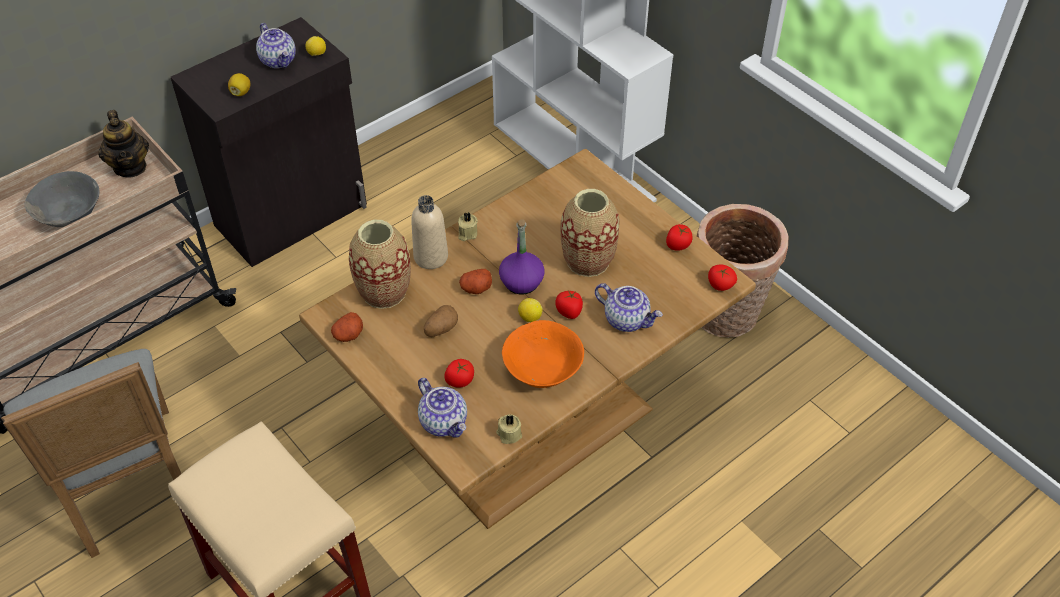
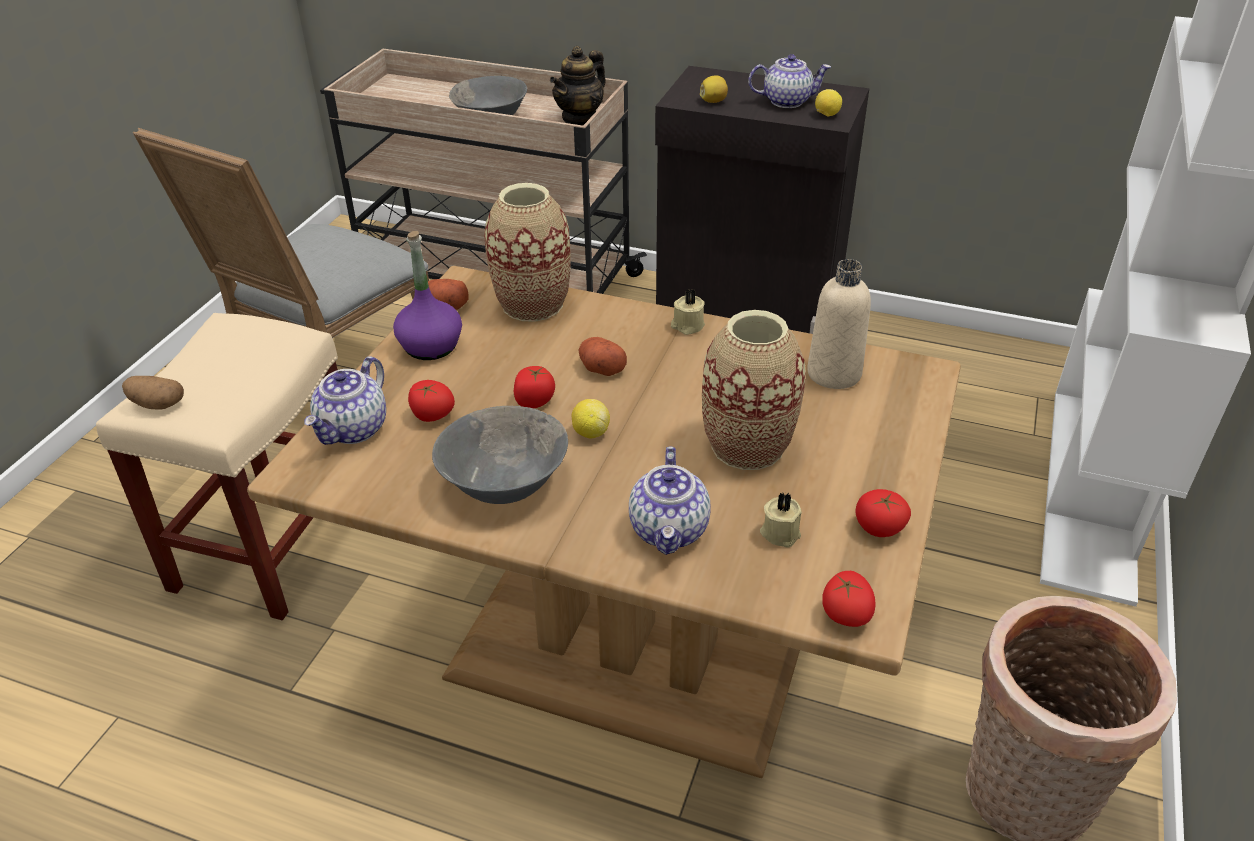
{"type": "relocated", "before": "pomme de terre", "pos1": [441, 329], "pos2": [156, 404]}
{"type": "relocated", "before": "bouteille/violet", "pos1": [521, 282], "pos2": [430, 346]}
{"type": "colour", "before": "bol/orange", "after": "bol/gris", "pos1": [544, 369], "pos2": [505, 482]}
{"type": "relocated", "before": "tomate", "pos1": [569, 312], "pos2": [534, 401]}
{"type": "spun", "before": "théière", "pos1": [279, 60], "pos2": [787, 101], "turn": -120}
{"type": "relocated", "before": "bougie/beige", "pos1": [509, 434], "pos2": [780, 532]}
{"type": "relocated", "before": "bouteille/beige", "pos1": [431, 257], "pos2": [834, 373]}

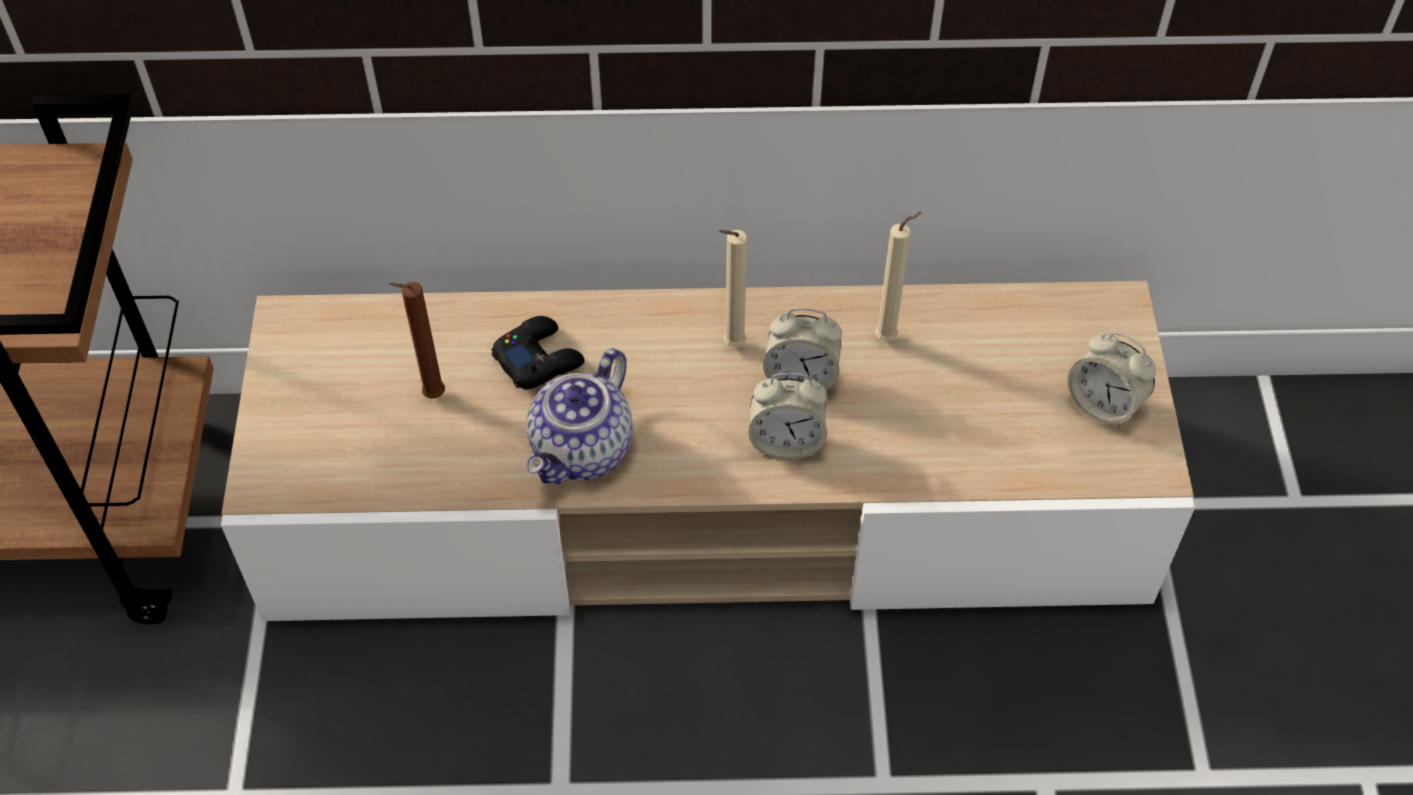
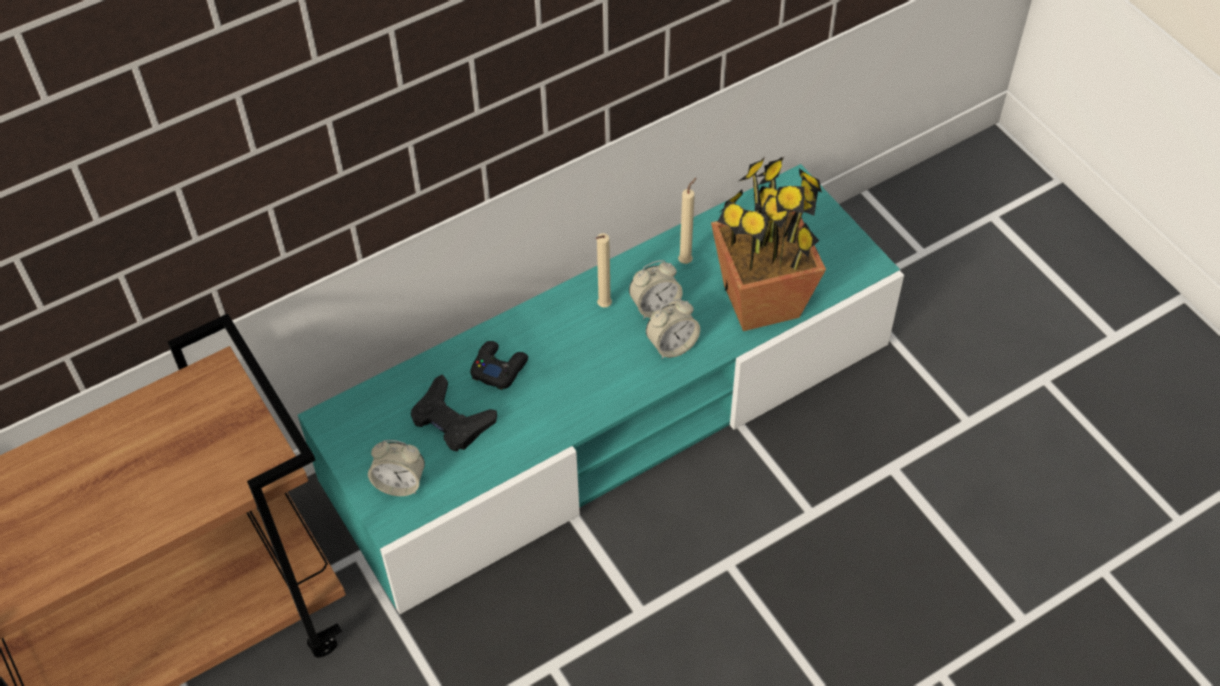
{"type": "colour", "before": "meuble télé/beige", "after": "meuble télé/turquoise", "pos1": [706, 506], "pos2": [611, 415]}
{"type": "relocated", "before": "réveil", "pos1": [1103, 405], "pos2": [400, 483]}
{"type": "exchanged", "before": "bougie/marron", "after": "manette/noir", "pos1": [430, 396], "pos2": [451, 420]}
{"type": "appeared", "after": "plante en pot", "pos2": [761, 300]}
{"type": "missing", "before": "théière", "pos1": [583, 450]}

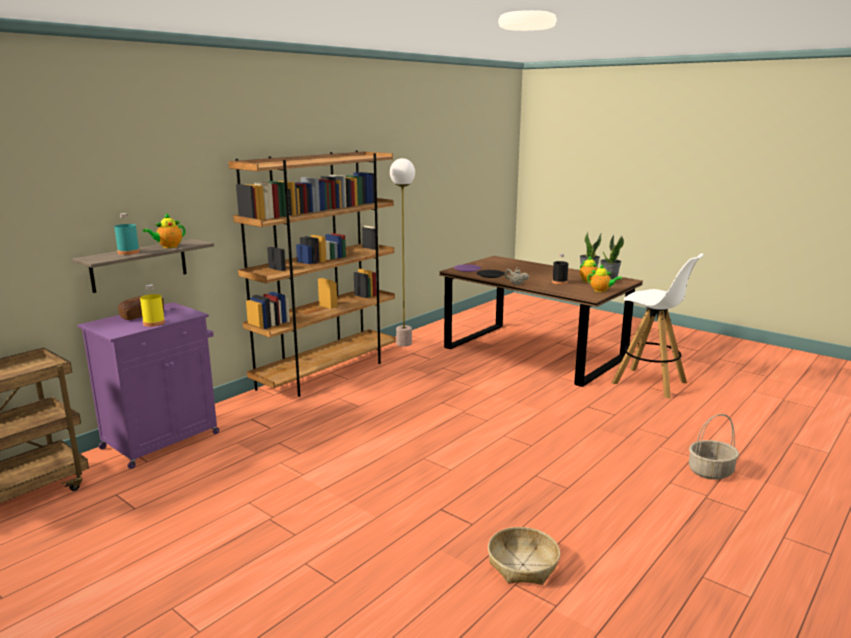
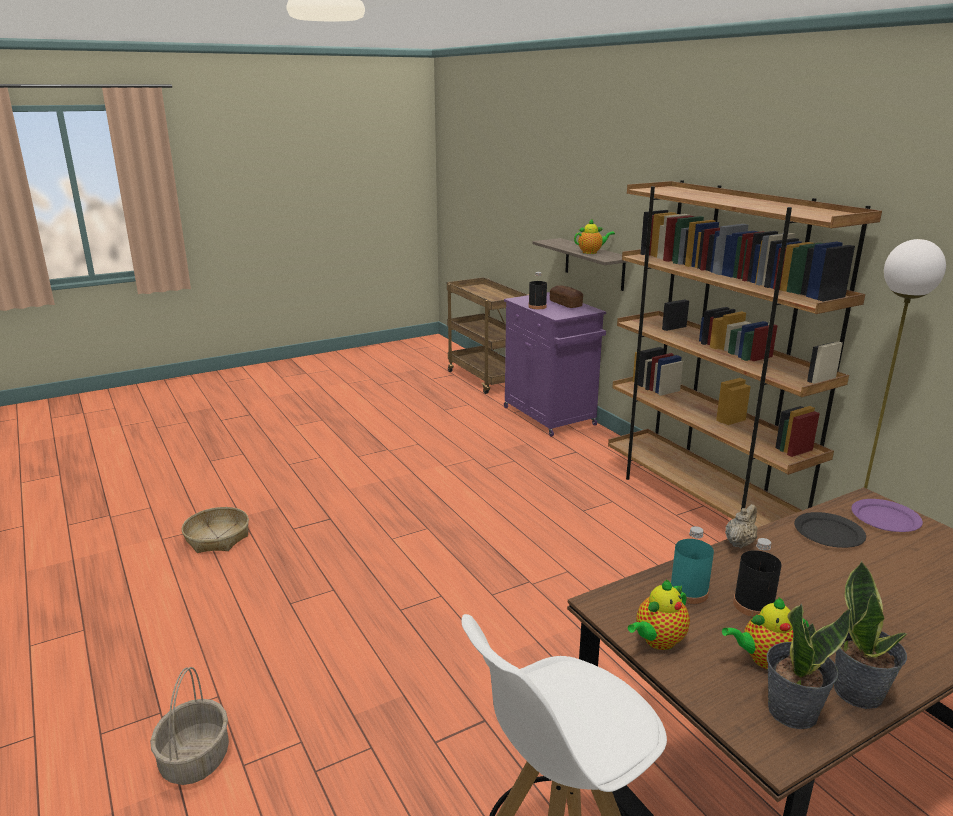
{"type": "colour", "before": "bouteille/jaune", "after": "bouteille/noir", "pos1": [154, 323], "pos2": [537, 307]}
{"type": "spun", "before": "théière", "pos1": [168, 247], "pos2": [591, 252], "turn": 105}
{"type": "relocated", "before": "bouteille/turquoise", "pos1": [128, 252], "pos2": [688, 592]}

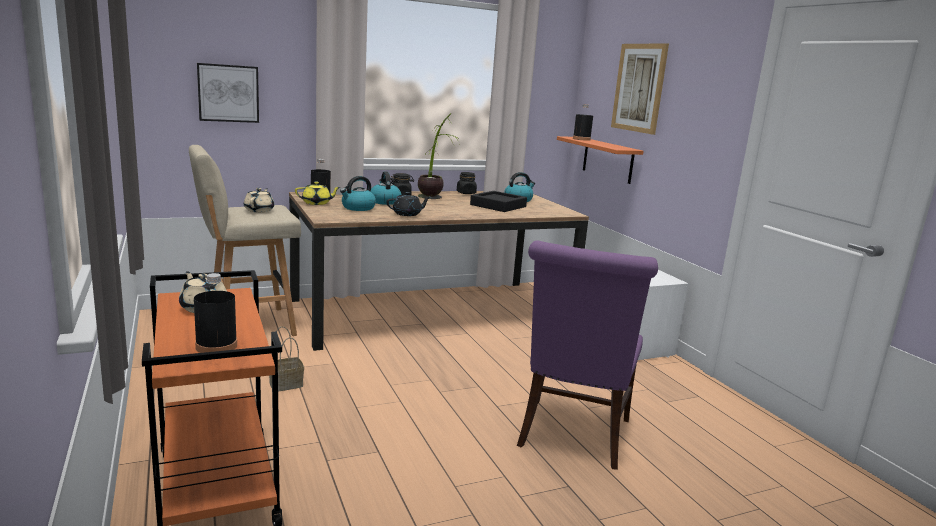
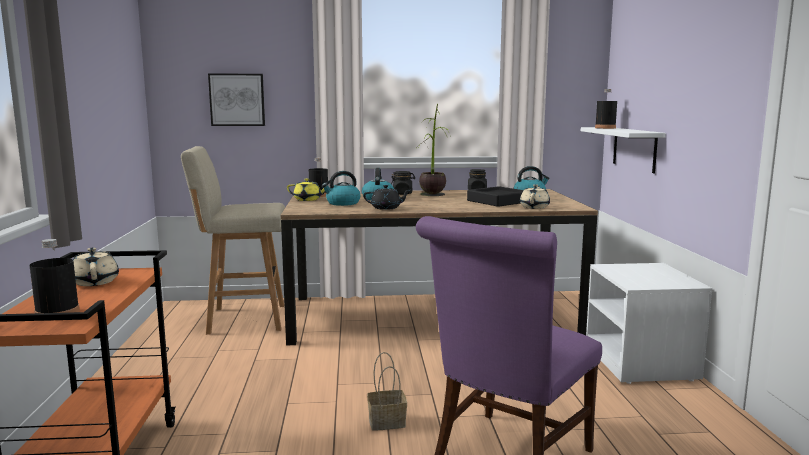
{"type": "relocated", "before": "panier", "pos1": [285, 385], "pos2": [385, 423]}
{"type": "relocated", "before": "théière/beige", "pos1": [259, 210], "pos2": [534, 207]}
{"type": "colour", "before": "étagère/orange", "after": "étagère/blanc", "pos1": [607, 160], "pos2": [634, 149]}
{"type": "missing", "before": "tableau", "pos1": [639, 88]}

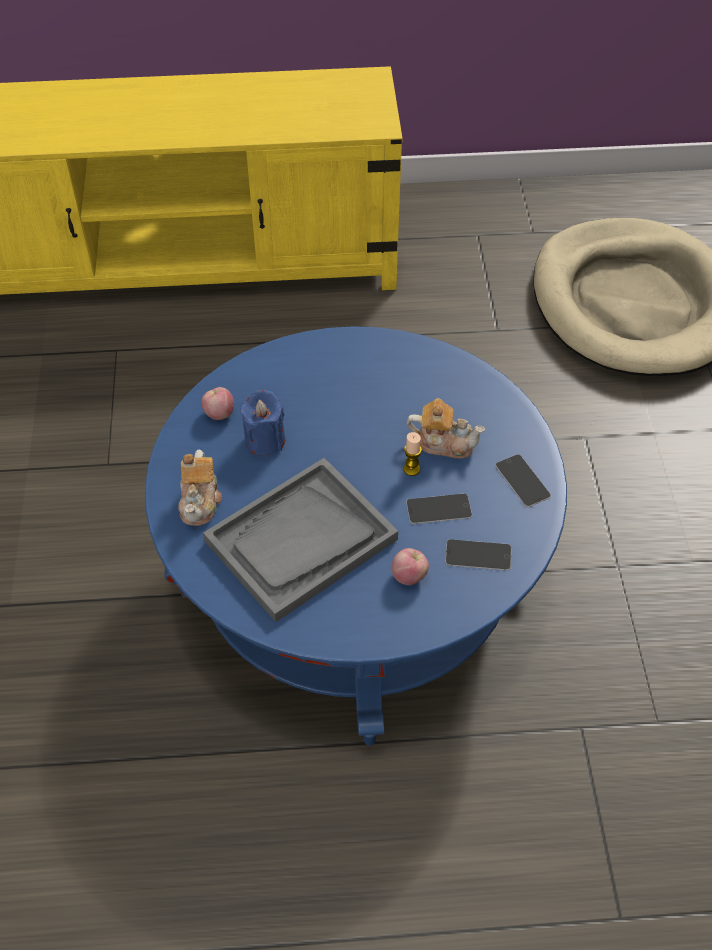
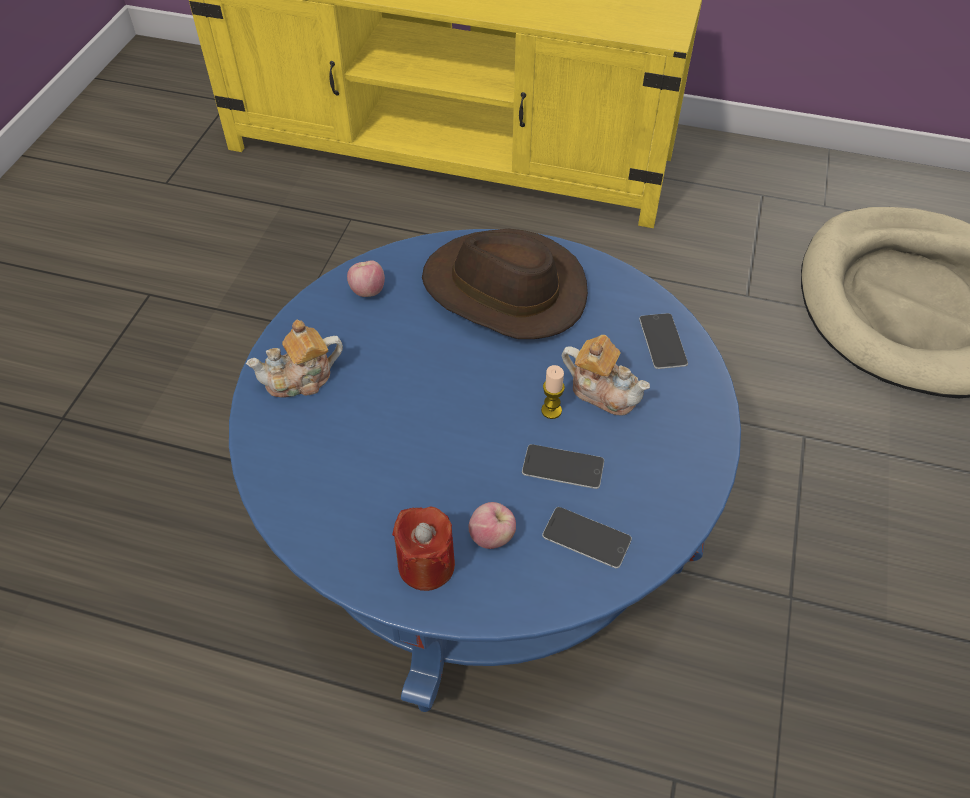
{"type": "spun", "before": "théière", "pos1": [200, 501], "pos2": [301, 379], "turn": 45}
{"type": "appeared", "after": "bougie/rouge", "pos2": [426, 565]}
{"type": "appeared", "after": "chapeau/marron", "pos2": [504, 291]}
{"type": "relocated", "before": "téléphone", "pos1": [522, 480], "pos2": [662, 341]}
{"type": "missing", "before": "plateau/gris", "pos1": [301, 541]}
{"type": "missing", "before": "bougie/bleu", "pos1": [265, 440]}

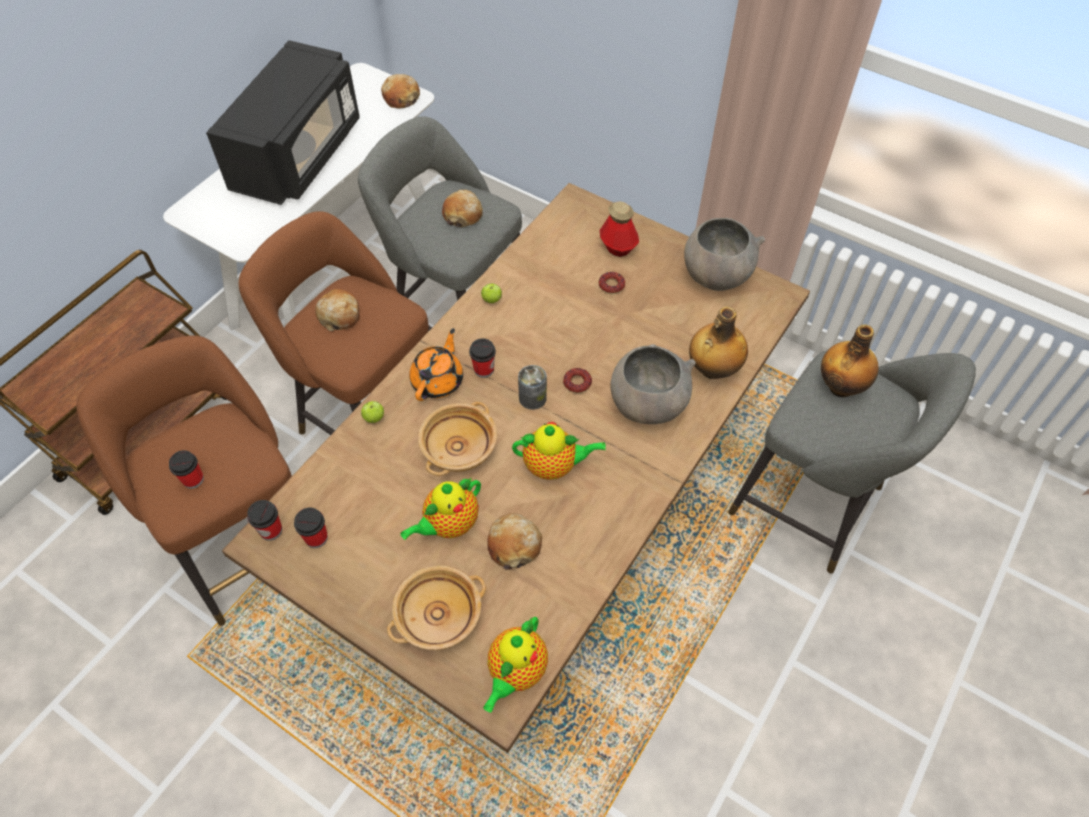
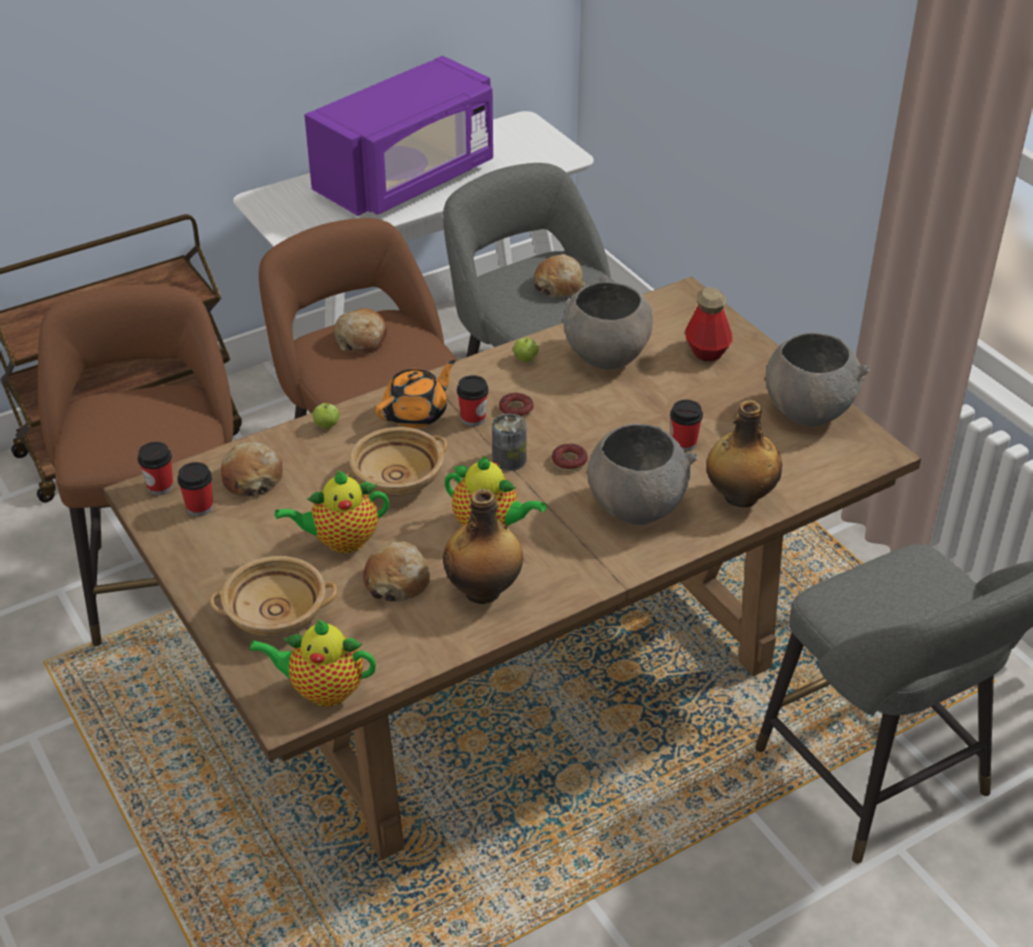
{"type": "relocated", "before": "pain", "pos1": [401, 98], "pos2": [252, 478]}
{"type": "spun", "before": "théière", "pos1": [516, 672], "pos2": [322, 690], "turn": 45}
{"type": "colour", "before": "micro-ondes/noir", "after": "micro-ondes/violet", "pos1": [299, 155], "pos2": [408, 179]}
{"type": "relocated", "before": "bouteille", "pos1": [841, 386], "pos2": [484, 591]}
{"type": "relocated", "before": "beignet", "pos1": [611, 285], "pos2": [516, 410]}
{"type": "appeared", "after": "bol/gris", "pos2": [606, 356]}
{"type": "relocated", "before": "tasse", "pos1": [193, 479], "pos2": [683, 443]}

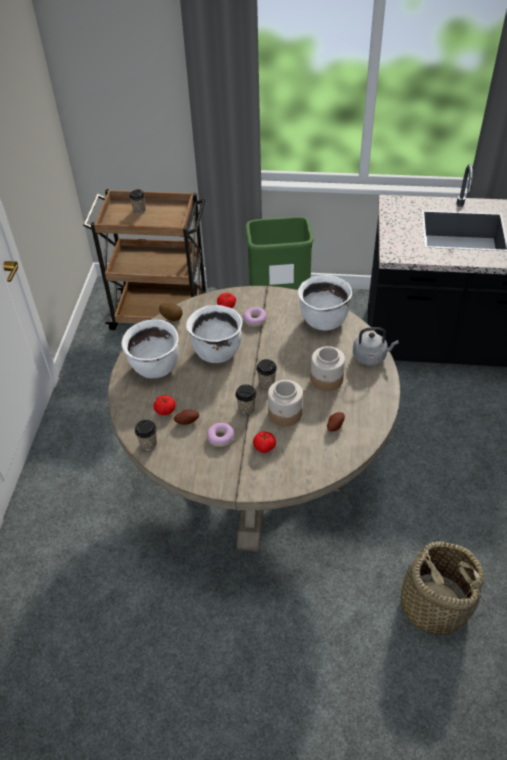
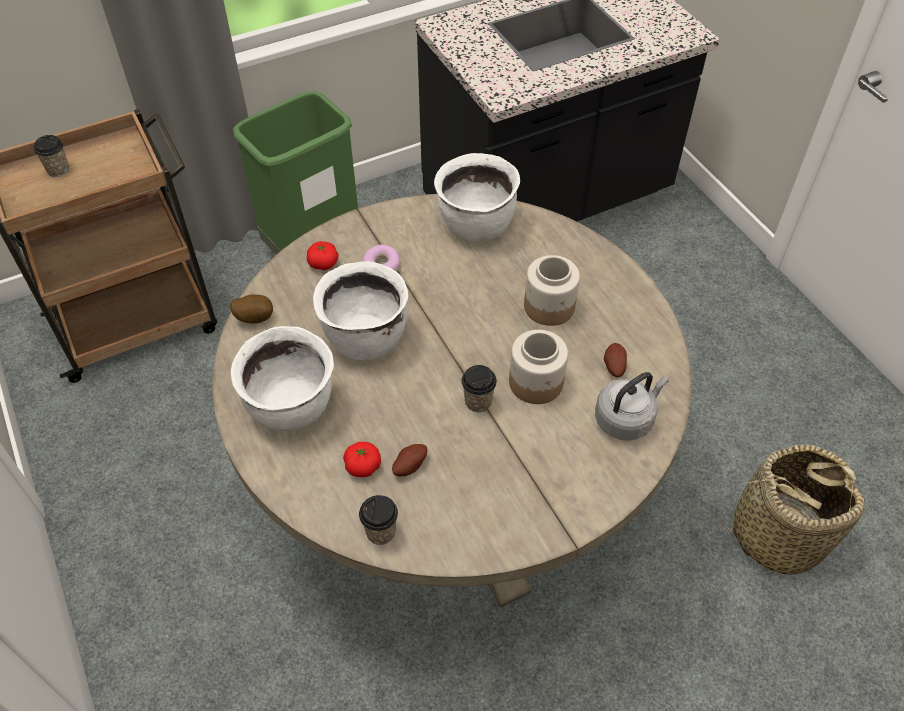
{"type": "relocated", "before": "bouilloire/gris", "pos1": [371, 357], "pos2": [626, 419]}
{"type": "missing", "before": "beignet", "pos1": [220, 438]}
{"type": "missing", "before": "tomate", "pos1": [264, 447]}
{"type": "missing", "before": "tasse", "pos1": [266, 382]}

